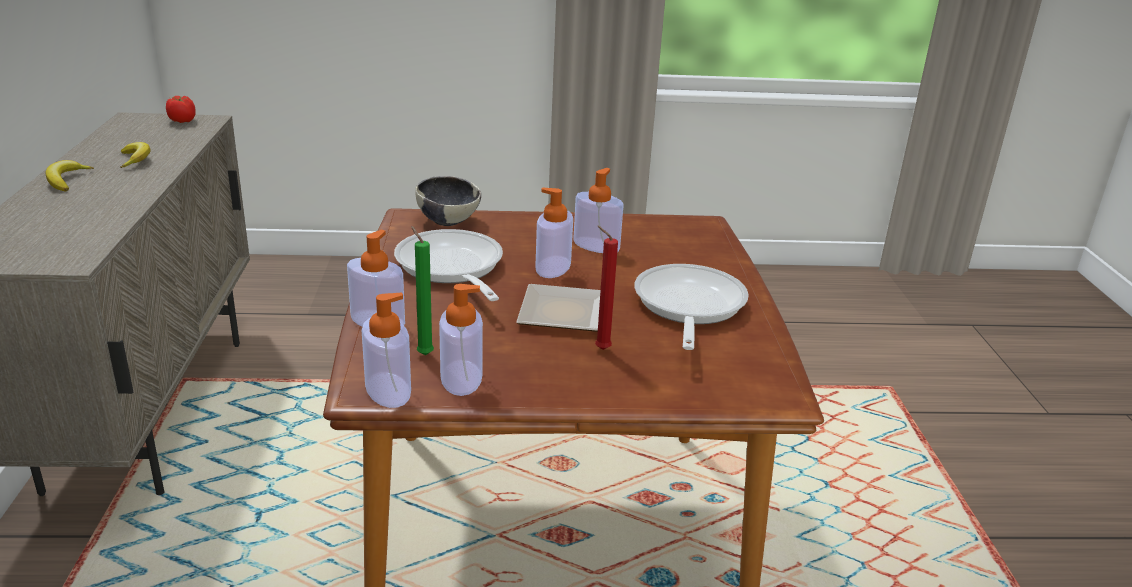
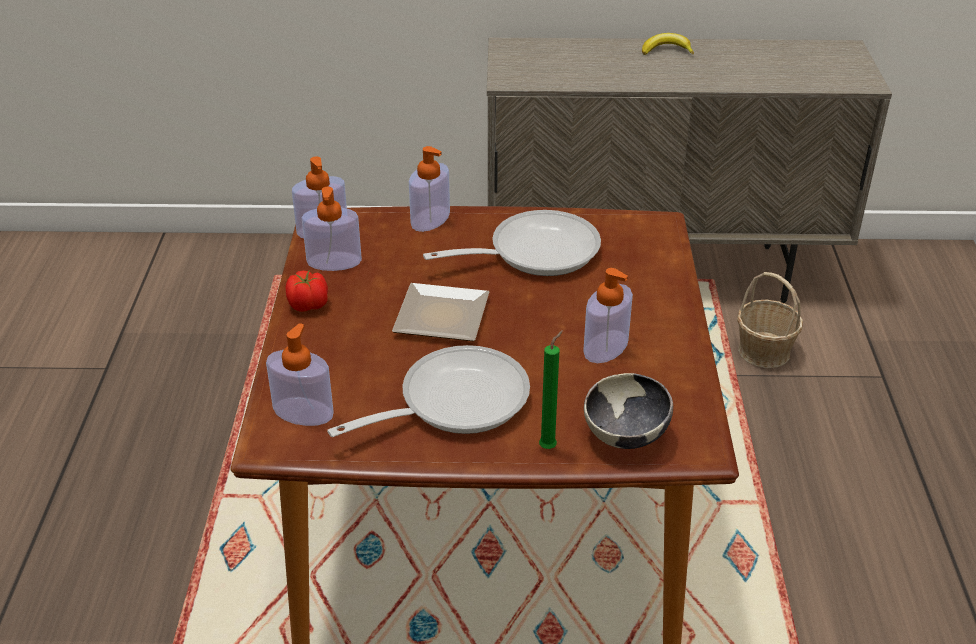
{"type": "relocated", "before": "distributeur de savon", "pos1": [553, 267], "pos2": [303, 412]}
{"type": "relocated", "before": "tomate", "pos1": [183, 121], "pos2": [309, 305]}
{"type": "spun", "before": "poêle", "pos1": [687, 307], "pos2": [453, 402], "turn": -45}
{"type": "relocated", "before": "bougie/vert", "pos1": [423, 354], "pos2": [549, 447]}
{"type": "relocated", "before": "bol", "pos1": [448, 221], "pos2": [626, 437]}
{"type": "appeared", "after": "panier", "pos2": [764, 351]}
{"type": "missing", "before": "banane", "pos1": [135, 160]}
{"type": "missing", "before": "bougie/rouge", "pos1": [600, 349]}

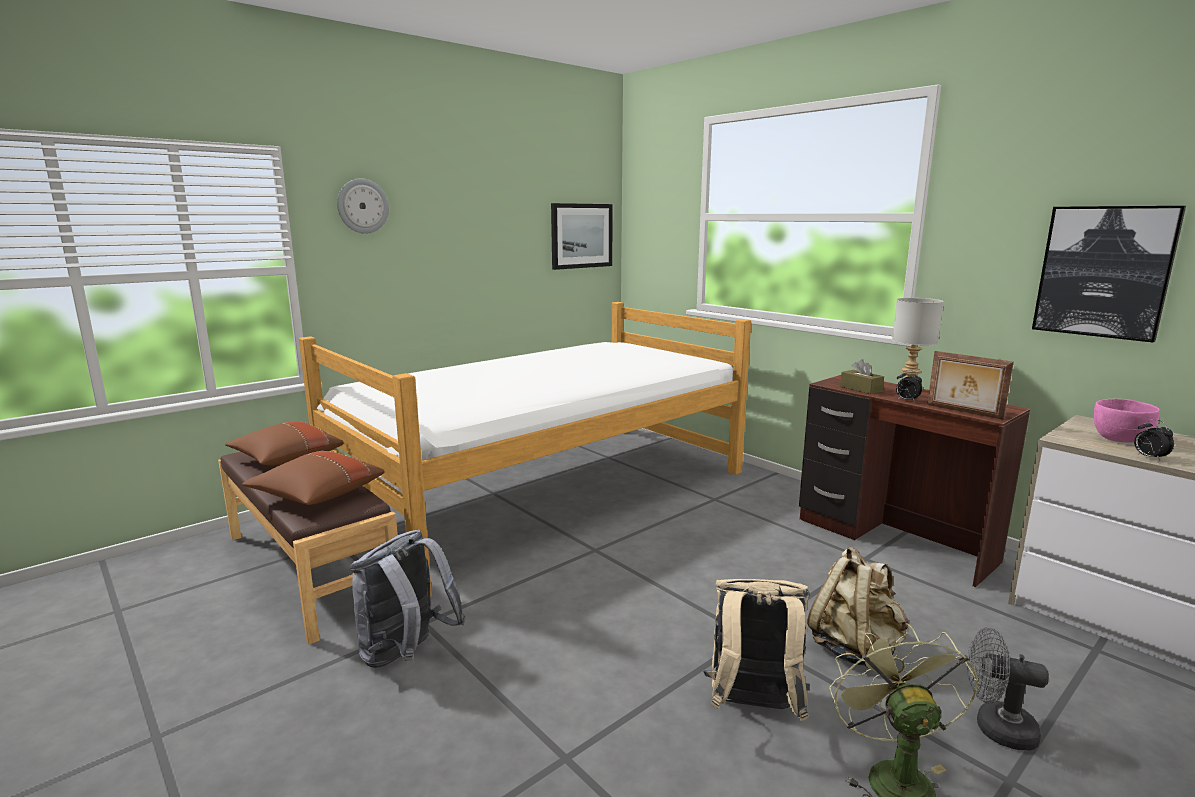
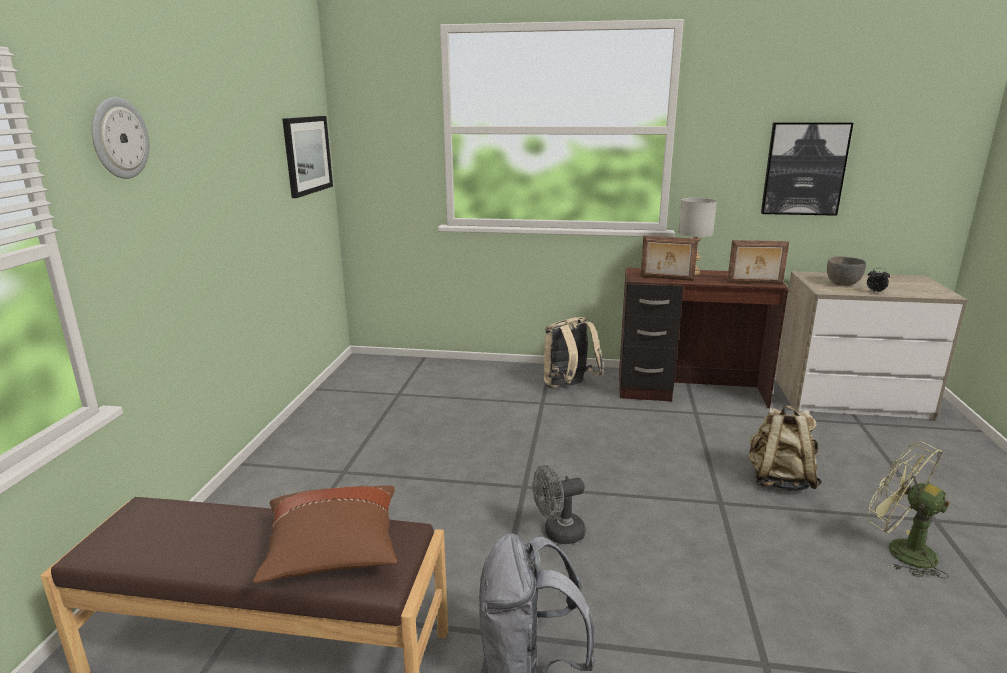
{"type": "relocated", "before": "ventilateur/gris", "pos1": [995, 728], "pos2": [558, 534]}
{"type": "relocated", "before": "sac à dos/beige", "pos1": [753, 708], "pos2": [568, 387]}
{"type": "exchanged", "before": "boîte à mouchoirs/marron", "after": "cadre photo", "pos1": [860, 389], "pos2": [666, 279]}
{"type": "colour", "before": "bol/rose", "after": "bol/gris", "pos1": [1120, 440], "pos2": [842, 284]}
{"type": "missing", "before": "coussin/marron", "pos1": [286, 459]}
{"type": "missing", "before": "lit", "pos1": [547, 491]}
{"type": "missing", "before": "réveil", "pos1": [906, 400]}

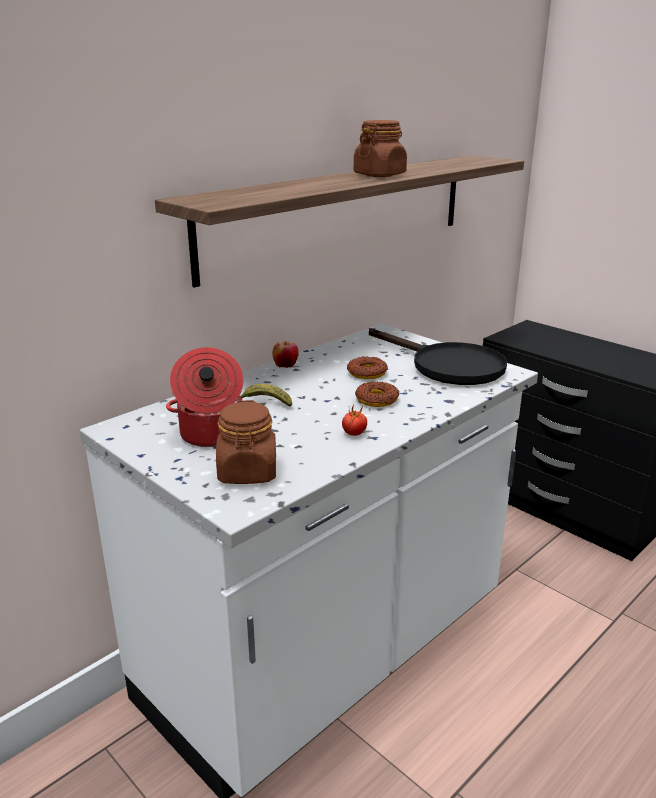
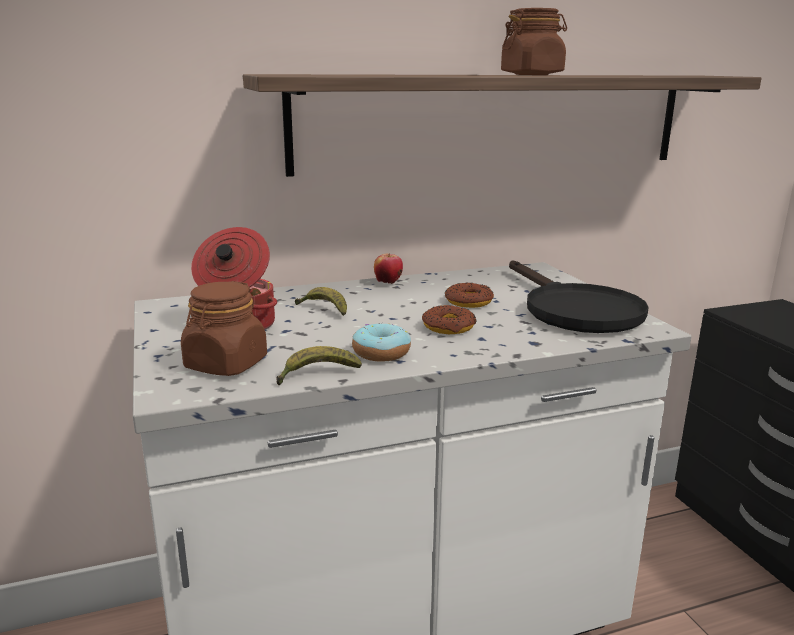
{"type": "appeared", "after": "banane", "pos2": [317, 374]}
{"type": "exchanged", "before": "tomate", "after": "beignet", "pos1": [354, 434], "pos2": [381, 353]}

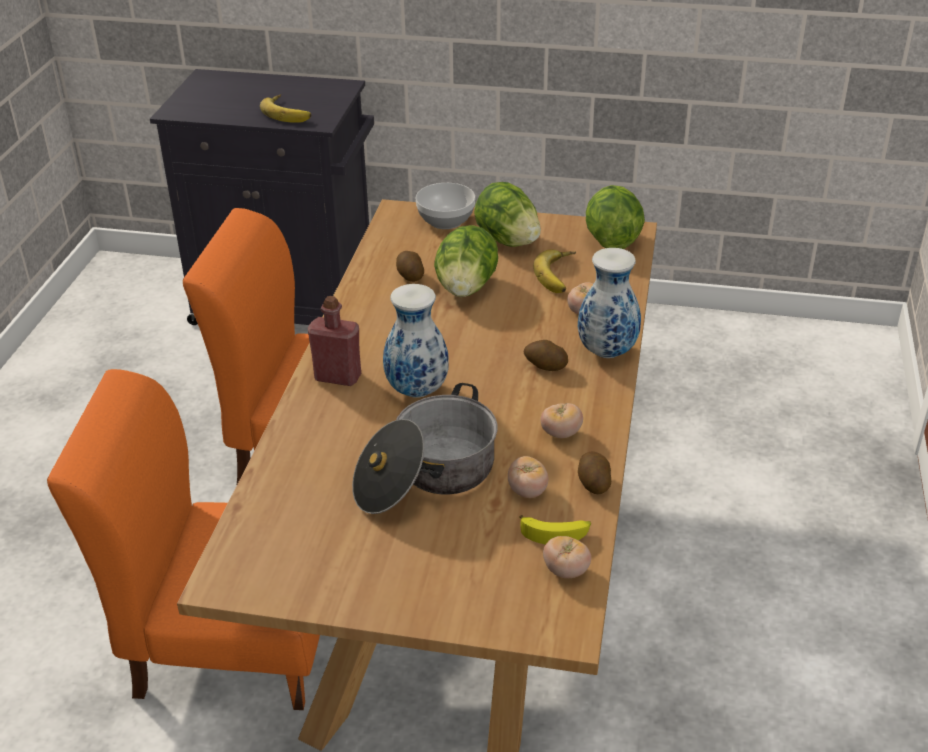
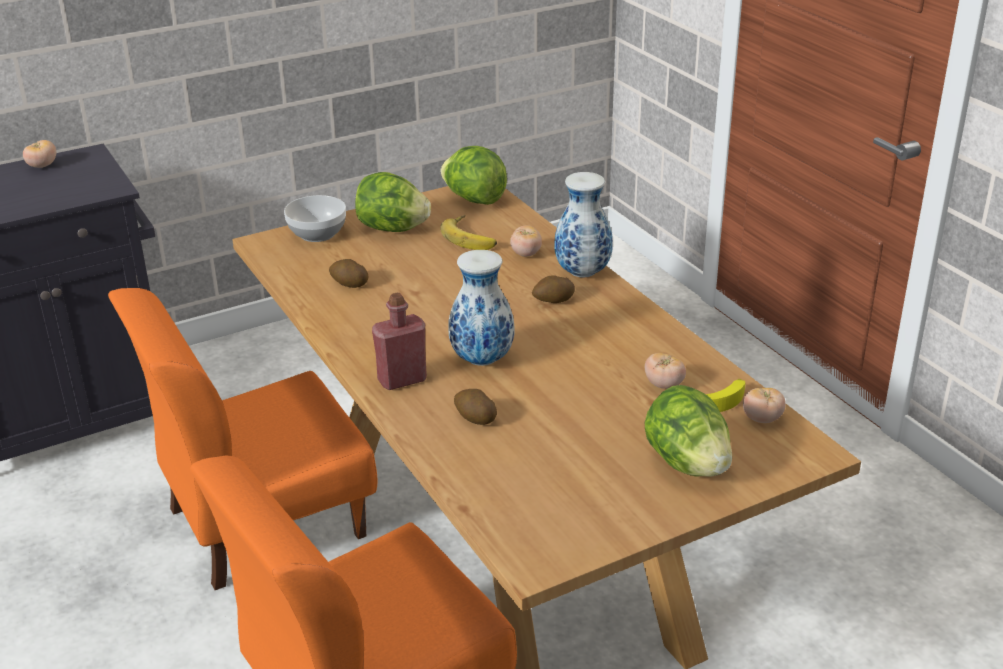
{"type": "relocated", "before": "tomate", "pos1": [561, 433], "pos2": [42, 166]}
{"type": "relocated", "before": "pomme de terre", "pos1": [593, 483], "pos2": [475, 418]}
{"type": "relocated", "before": "laitue", "pos1": [466, 288], "pos2": [687, 463]}
{"type": "missing", "before": "banane", "pos1": [288, 112]}
{"type": "missing", "before": "marmite", "pos1": [426, 476]}

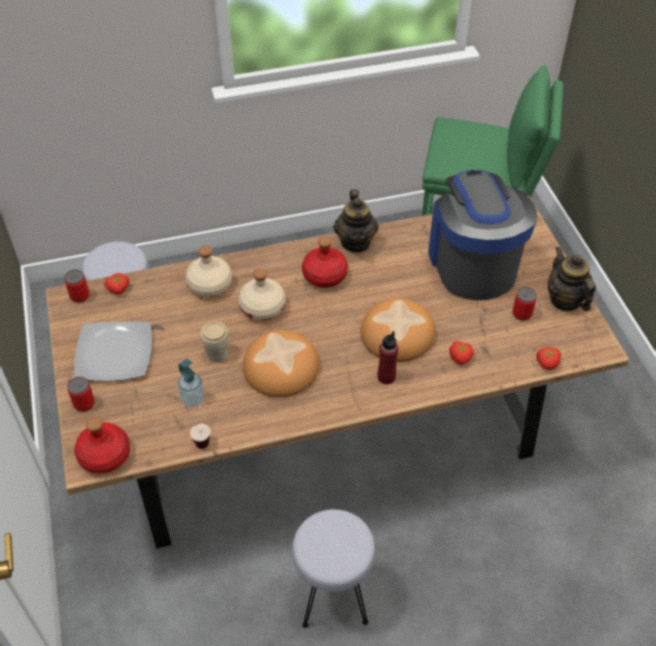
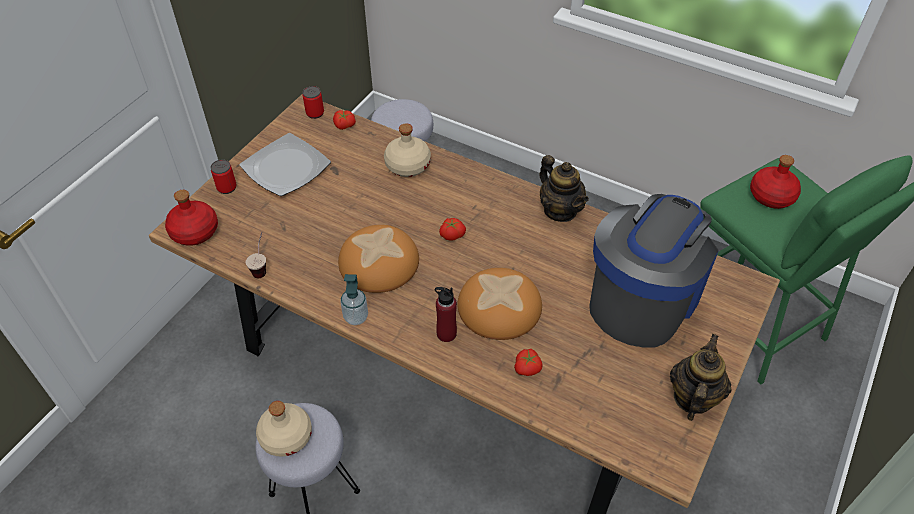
{"type": "relocated", "before": "bouteille/beige", "pos1": [263, 307], "pos2": [287, 436]}
{"type": "relocated", "before": "distributeur de savon", "pos1": [193, 399], "pos2": [356, 317]}
{"type": "relocated", "before": "tomate", "pos1": [546, 363], "pos2": [452, 234]}
{"type": "spun", "before": "théière", "pos1": [356, 242], "pos2": [560, 210], "turn": -75}
{"type": "relocated", "before": "bouteille/rouge", "pos1": [324, 275], "pos2": [771, 195]}
{"type": "missing", "before": "tasse", "pos1": [217, 354]}
{"type": "missing", "before": "boîte métallique", "pos1": [522, 314]}

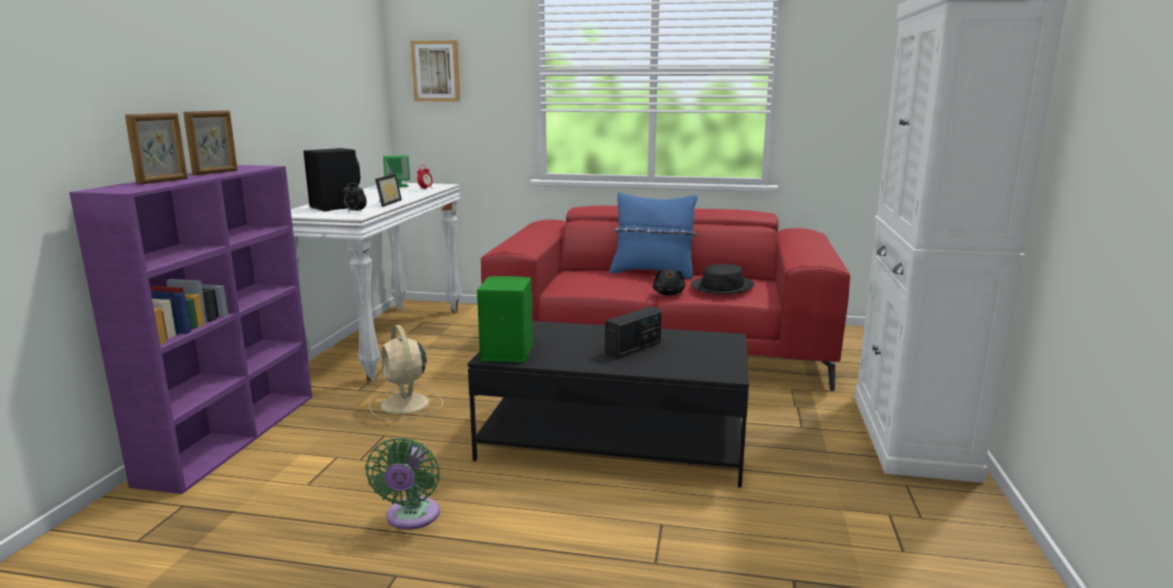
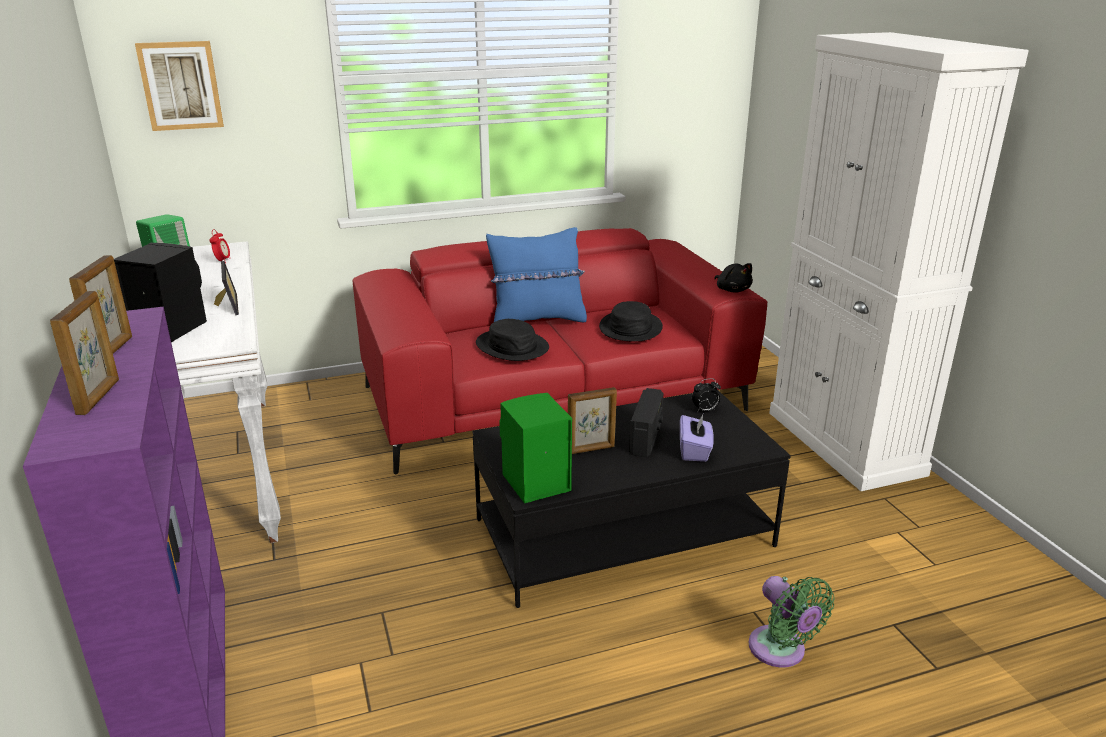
{"type": "appeared", "after": "chapeau/noir", "pos2": [512, 346]}
{"type": "appeared", "after": "cadre photo", "pos2": [591, 449]}
{"type": "appeared", "after": "boîte à mouchoirs/violet", "pos2": [694, 451]}
{"type": "relocated", "before": "réveil", "pos1": [355, 212], "pos2": [705, 410]}
{"type": "relocated", "before": "peluche/noir", "pos1": [668, 294], "pos2": [732, 290]}
{"type": "relocated", "before": "ventilateur/vert", "pos1": [411, 518], "pos2": [780, 651]}
{"type": "missing", "before": "ventilateur/beige", "pos1": [405, 404]}

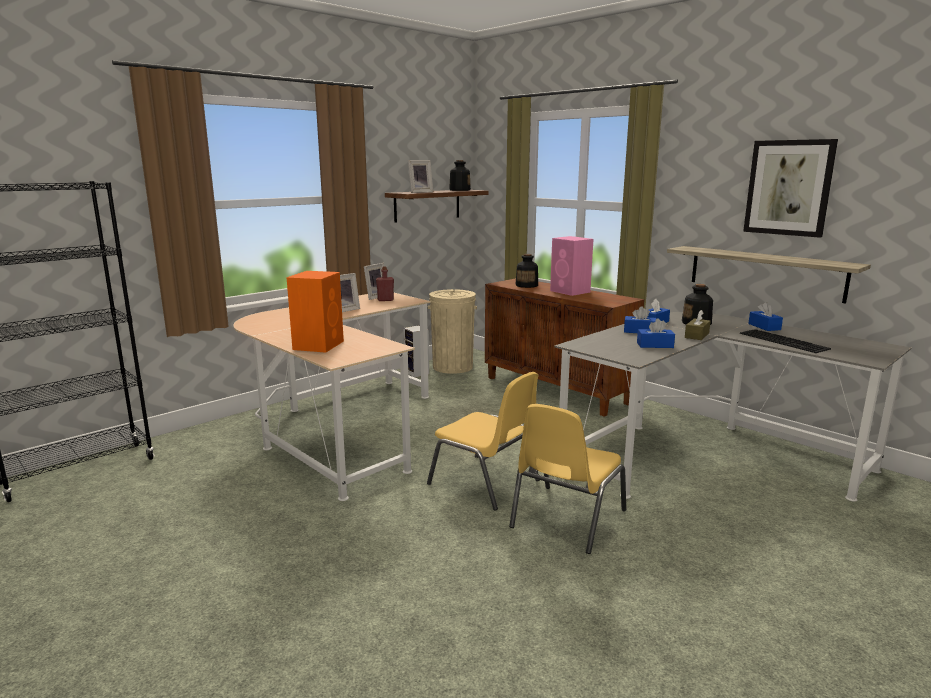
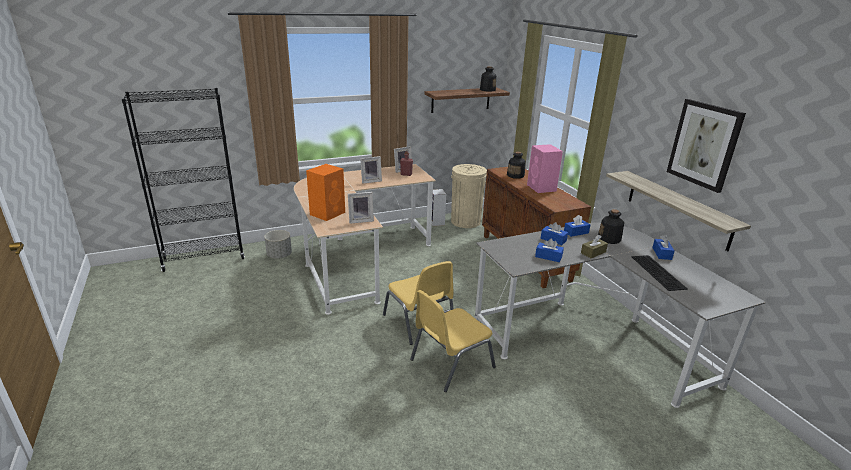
{"type": "appeared", "after": "cache-pot/gris", "pos2": [279, 255]}
{"type": "relocated", "before": "cadre photo", "pos1": [419, 192], "pos2": [360, 220]}

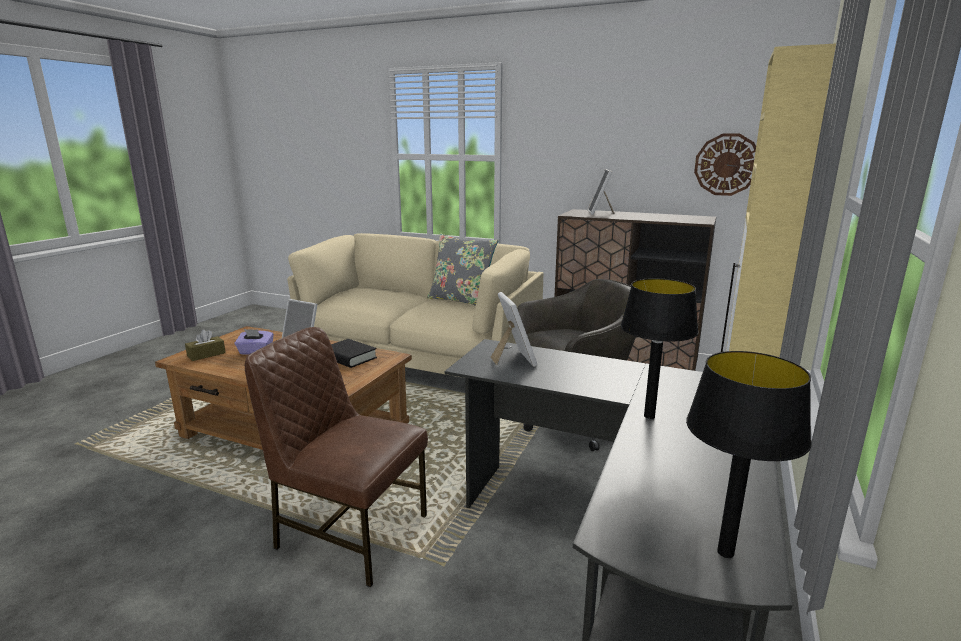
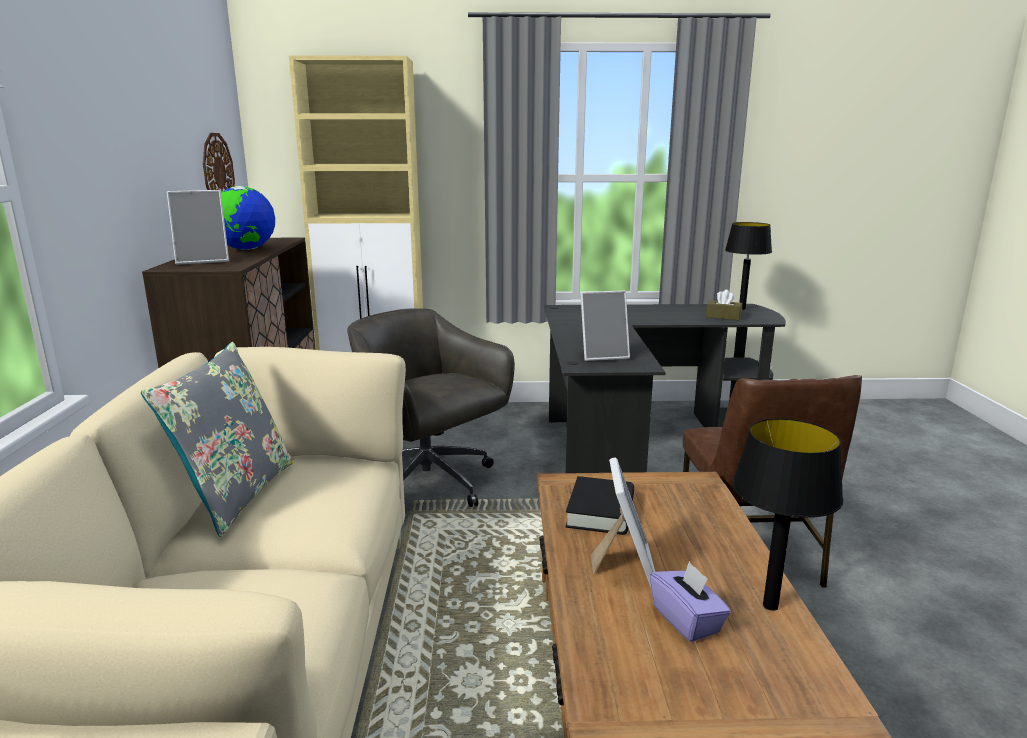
{"type": "appeared", "after": "globe", "pos2": [246, 249]}
{"type": "spun", "before": "cadre photo", "pos1": [513, 359], "pos2": [603, 355], "turn": -150}
{"type": "relocated", "before": "boîte à mouchoirs/marron", "pos1": [206, 354], "pos2": [723, 317]}
{"type": "relocated", "before": "lampe de table/noir", "pos1": [649, 416], "pos2": [769, 605]}

